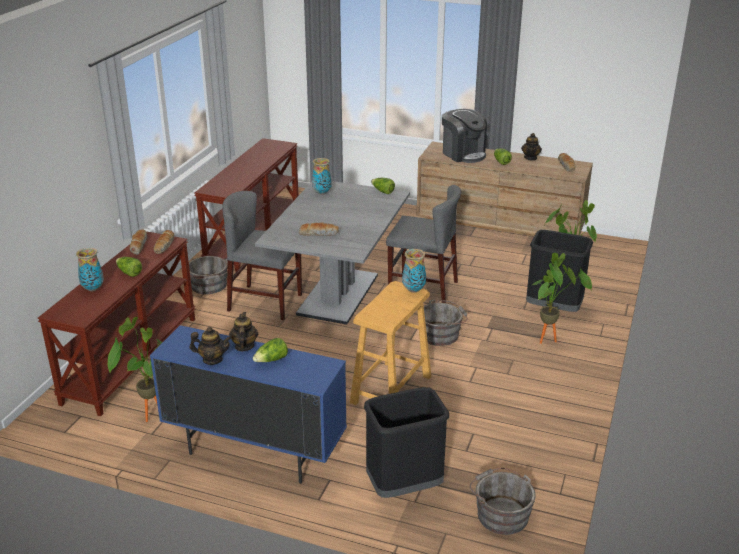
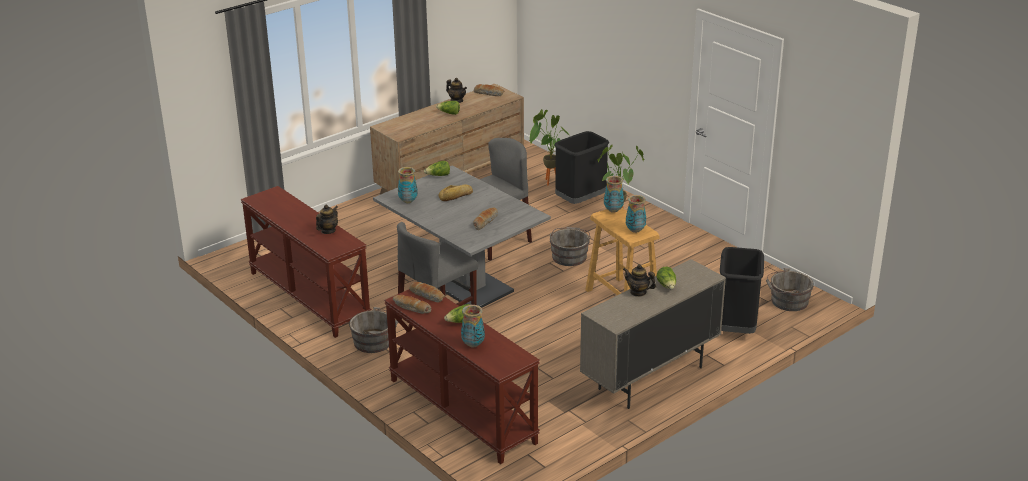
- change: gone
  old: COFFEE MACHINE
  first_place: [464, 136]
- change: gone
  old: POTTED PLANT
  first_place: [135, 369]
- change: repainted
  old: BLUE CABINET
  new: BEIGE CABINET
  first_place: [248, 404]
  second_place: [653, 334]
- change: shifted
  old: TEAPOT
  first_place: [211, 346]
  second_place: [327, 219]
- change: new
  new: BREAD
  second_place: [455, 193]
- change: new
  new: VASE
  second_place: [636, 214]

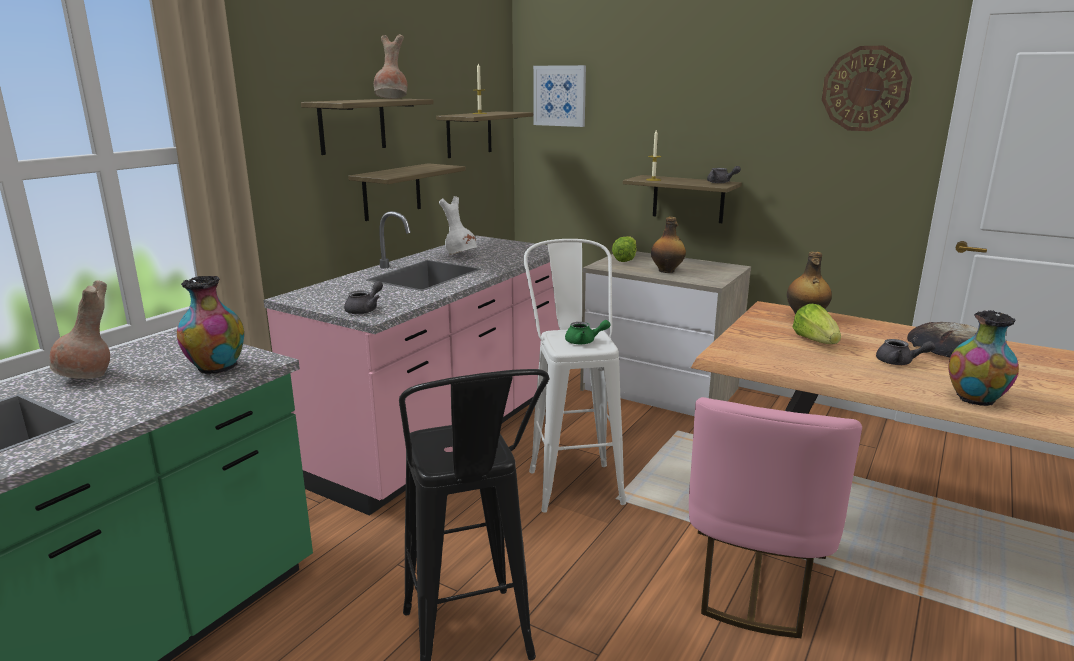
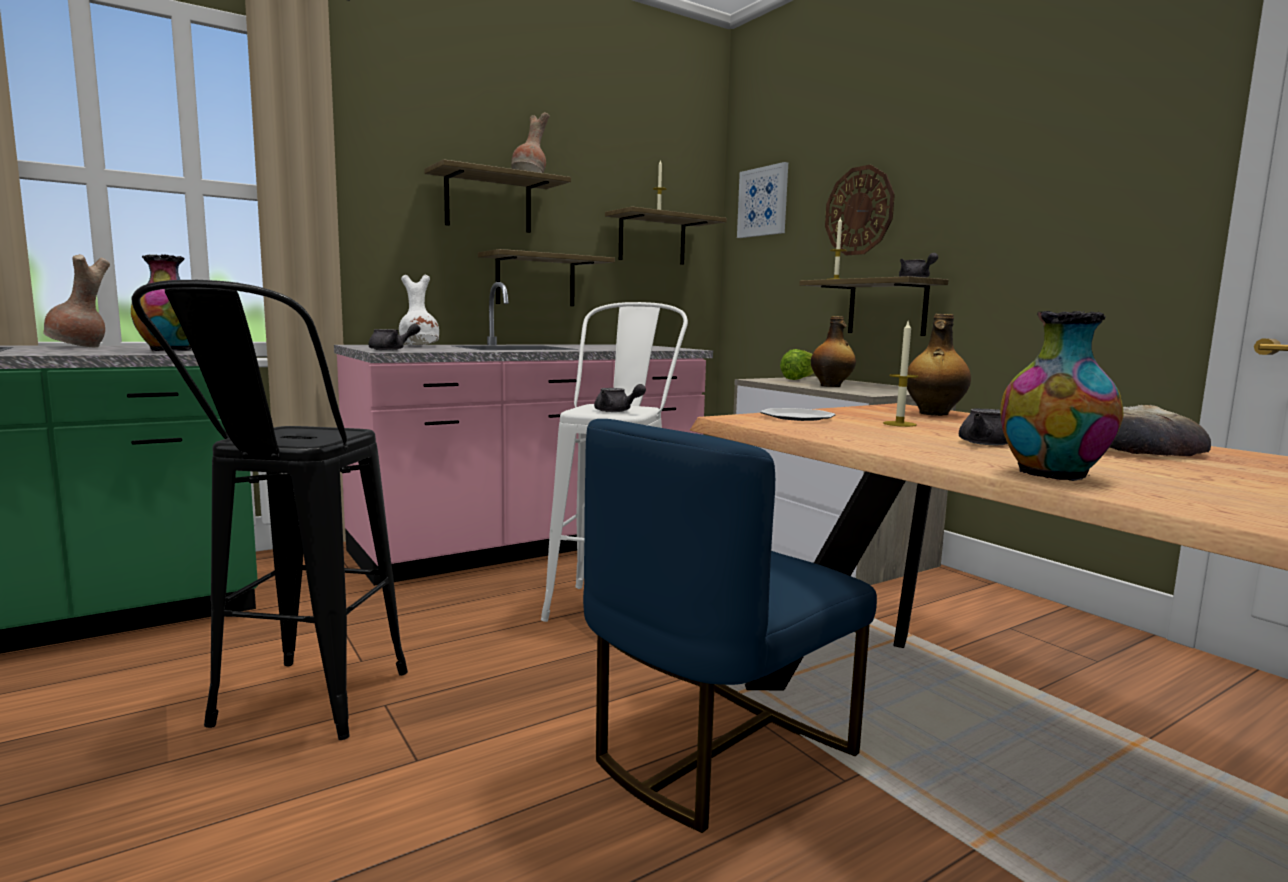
- change: shifted
  old: WALL CLOCK
  first_place: [867, 88]
  second_place: [860, 210]
- change: shifted
  old: WHITE VASE
  first_place: [458, 226]
  second_place: [419, 310]
- change: swapped
  old: LETTUCE
  new: CANDLE
  first_place: [816, 324]
  second_place: [900, 374]
- change: repainted
  old: GREEN TEAPOT
  new: GREY TEAPOT
  first_place: [587, 332]
  second_place: [620, 398]
- change: repainted
  old: PINK CHAIR
  new: BLUE CHAIR
  first_place: [775, 517]
  second_place: [730, 626]
- change: new
  new: PLATE
  second_place: [798, 414]

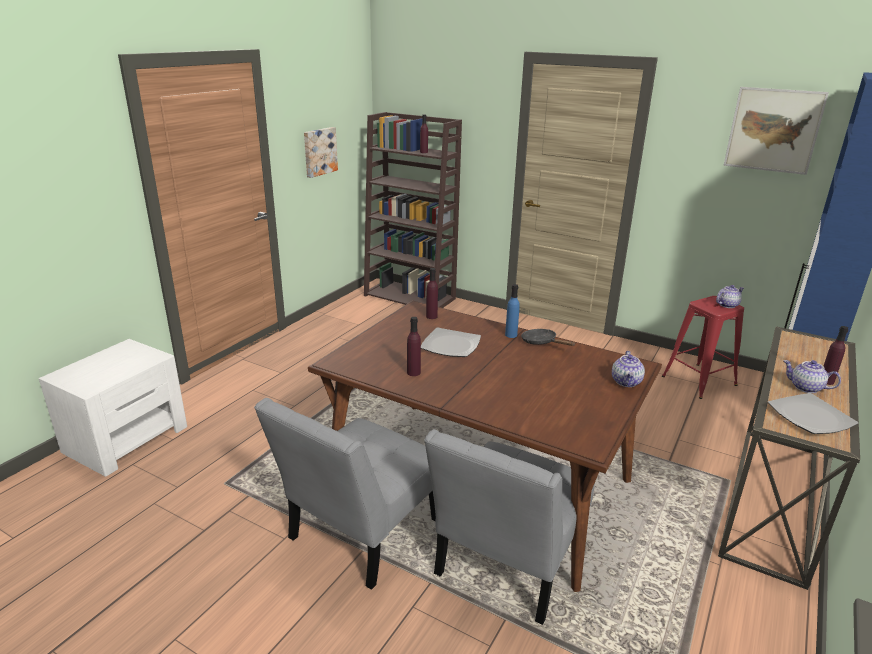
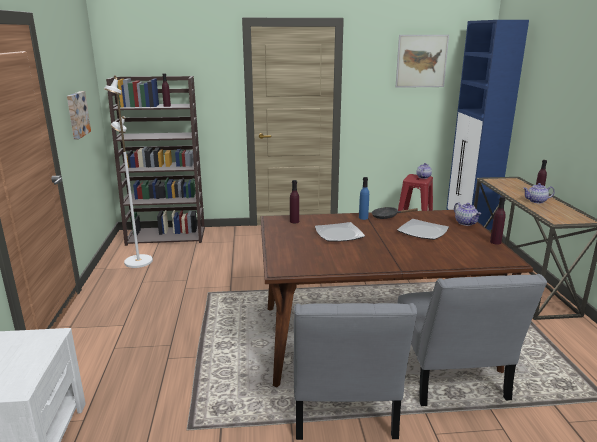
- change: shifted
  old: PURPLE BOTTLE
  first_place: [414, 346]
  second_place: [498, 221]
- change: shifted
  old: PLATE
  first_place: [813, 413]
  second_place: [423, 229]
- change: new
  new: WHITE FLOOR LAMP
  second_place: [128, 171]

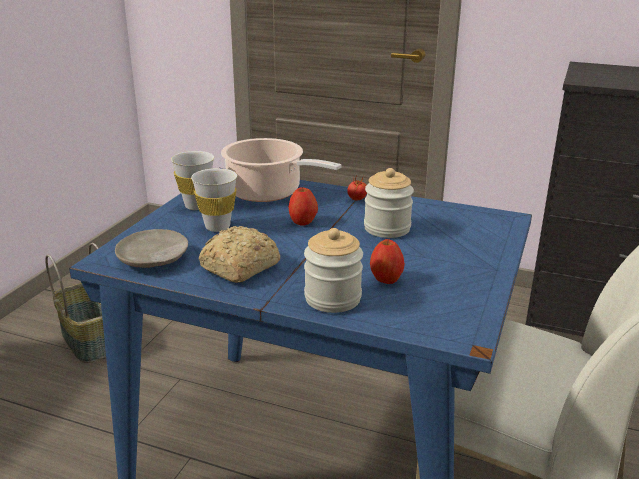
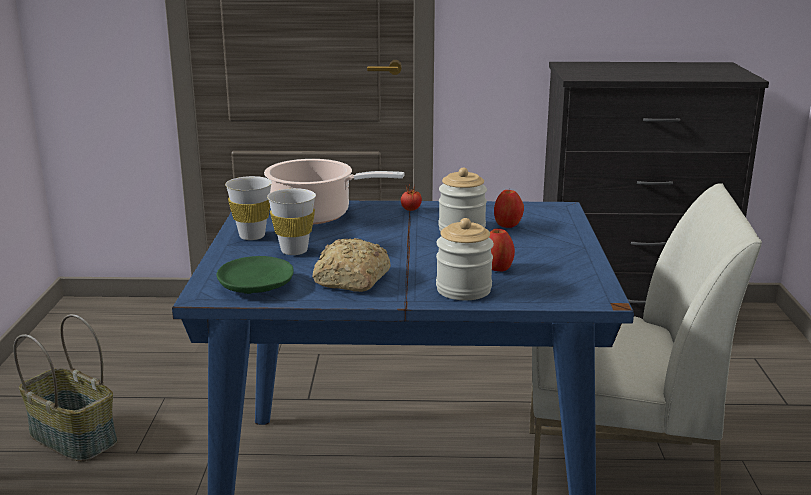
- change: shifted
  old: APPLE
  first_place: [303, 206]
  second_place: [509, 209]
- change: repainted
  old: BEIGE PLATE
  new: GREEN PLATE
  first_place: [151, 248]
  second_place: [255, 275]

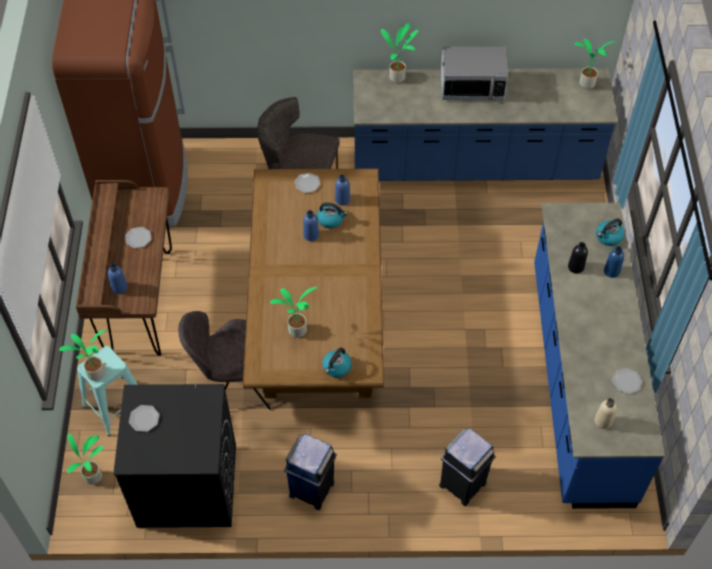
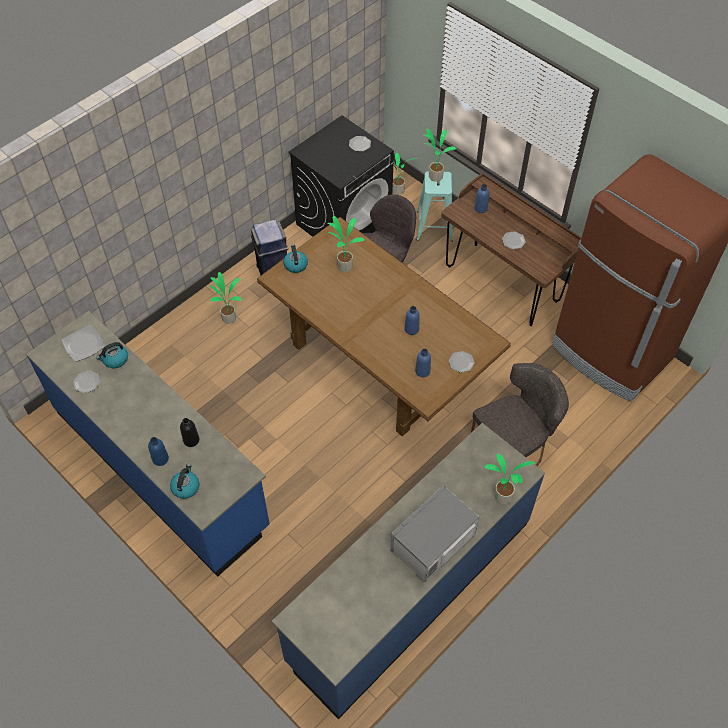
- change: shifted
  old: POTTED PLANT
  first_place: [595, 64]
  second_place: [226, 298]
- change: shifted
  old: KETTLE
  first_place: [332, 215]
  second_place: [112, 355]
- change: swapped
  old: BEIGE BOTTLE
  new: PLATE
  first_place: [606, 413]
  second_place: [83, 343]
- change: gone
  old: BLACK TRASH CAN
  first_place: [467, 467]

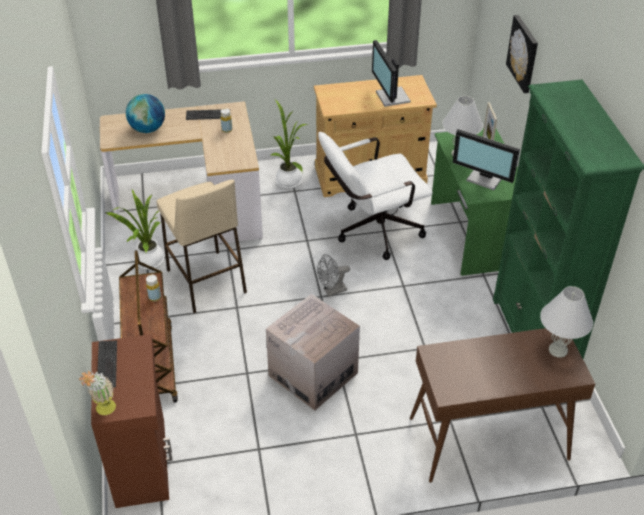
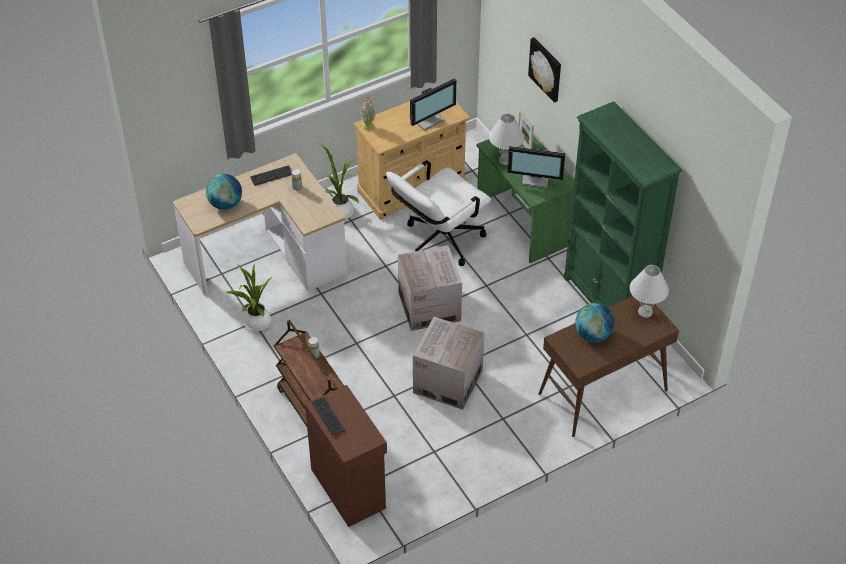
- change: rotated
  old: MONITOR
  first_place: [391, 73]
  second_place: [432, 104]
  degrees: -90
- change: gone
  old: BEIGE STOOL
  first_place: [202, 246]
- change: swapped
  old: GREY FAN
  new: CARDBOARD BOX
  first_place: [333, 275]
  second_place: [430, 288]
- change: shifted
  old: POTTED PLANT
  first_place: [97, 392]
  second_place: [368, 114]
- change: new
  new: GLOBE
  second_place: [595, 322]

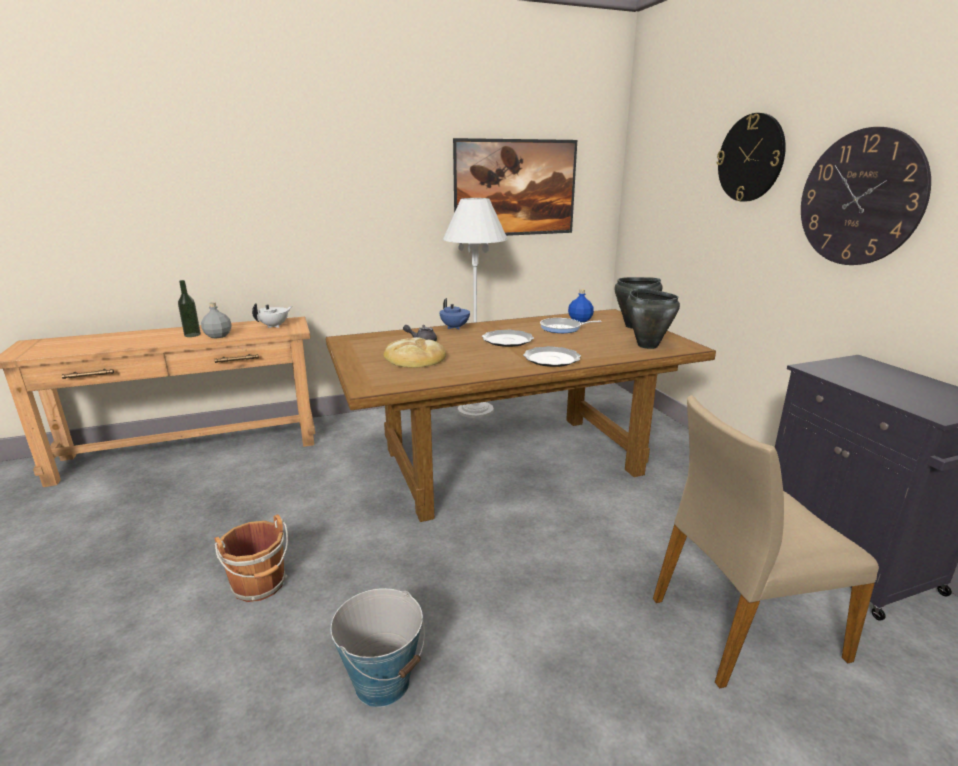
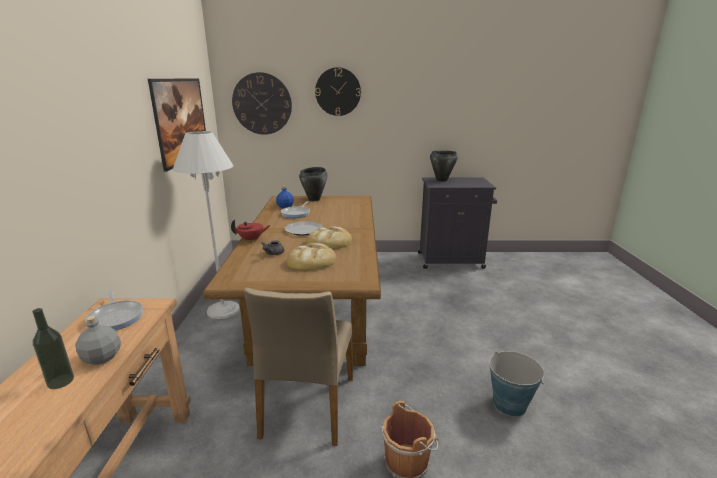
- change: shifted
  old: WALL CLOCK
  first_place: [866, 196]
  second_place: [262, 103]
- change: shifted
  old: BLACK COOKING POT
  first_place: [653, 319]
  second_place: [444, 166]
- change: repainted
  old: BLUE TEAPOT
  new: RED TEAPOT
  first_place: [454, 314]
  second_place: [251, 229]
- change: swapped
  old: WHITE TEAPOT
  new: FRYING PAN
  first_place: [272, 315]
  second_place: [114, 310]
- change: gone
  old: PLATE
  first_place: [552, 356]
- change: shifted
  old: BEIGE CHAIR
  first_place: [766, 542]
  second_place: [298, 367]
- change: new
  new: BREAD
  second_place: [329, 237]

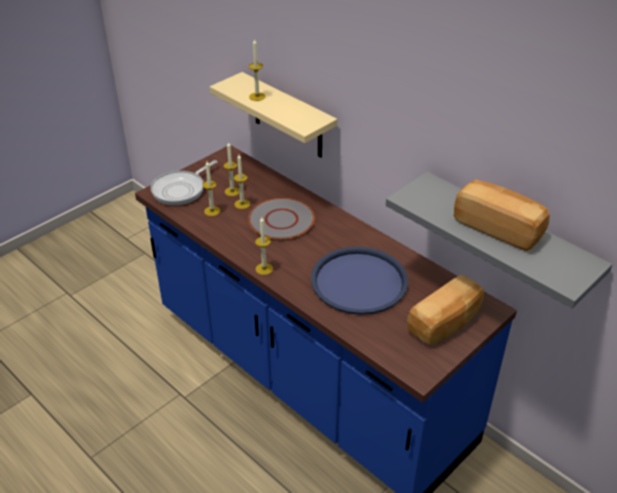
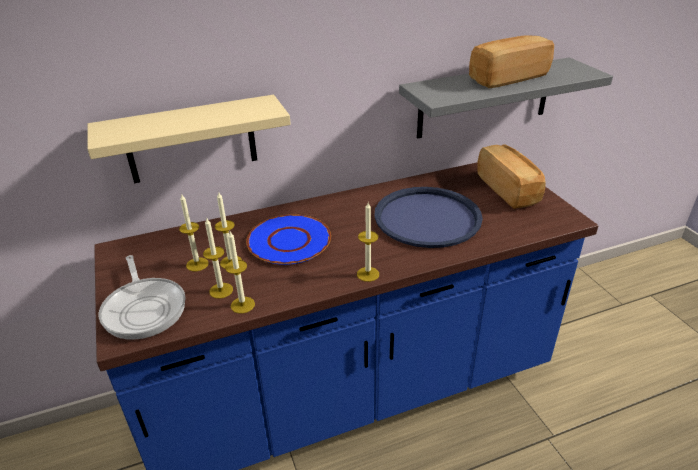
- change: shifted
  old: CANDLE
  first_place: [257, 69]
  second_place: [240, 272]
- change: repainted
  old: GREY PLATE
  new: BLUE PLATE
  first_place: [281, 218]
  second_place: [288, 239]

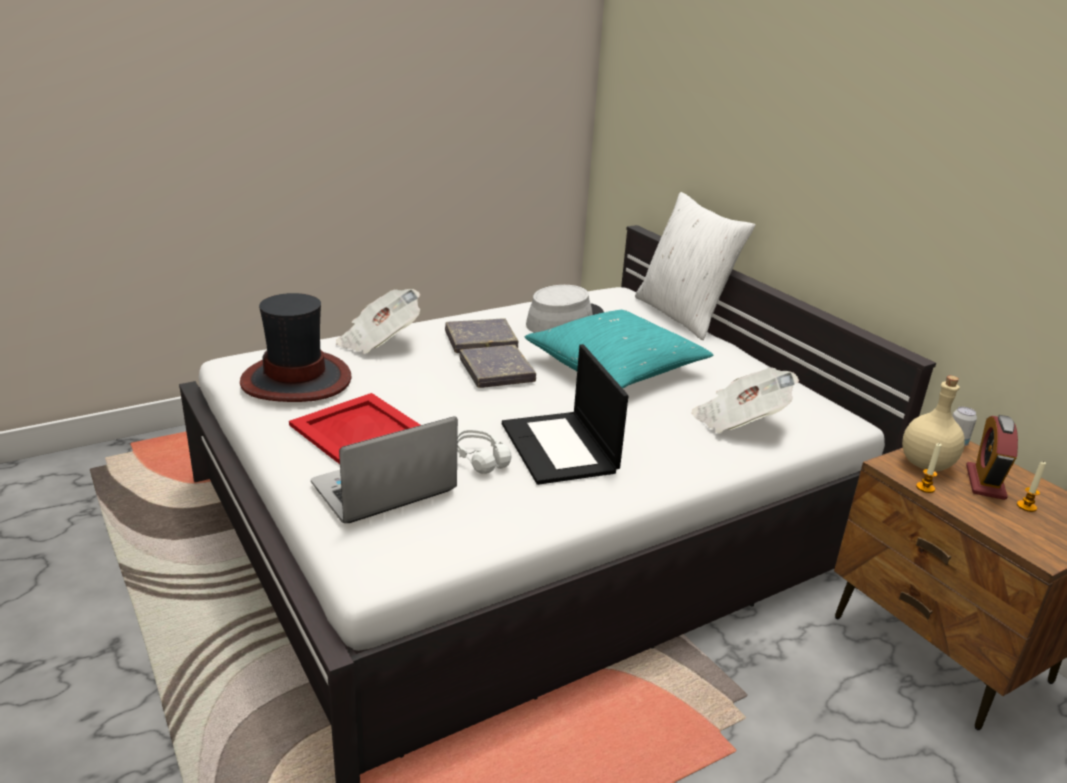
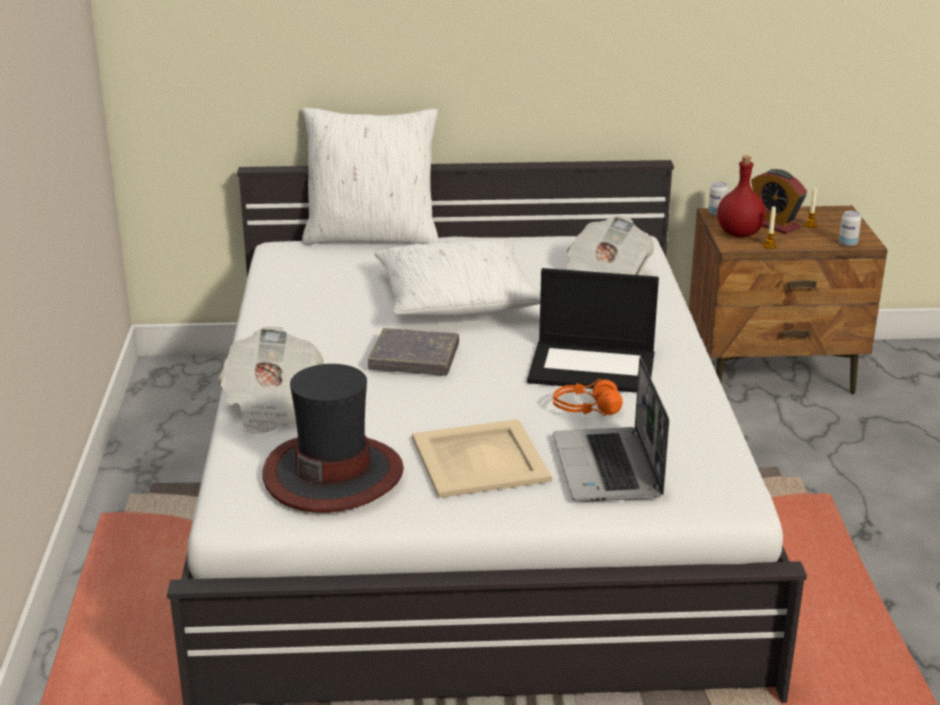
- change: gone
  old: GREY HAT
  first_place: [565, 309]
- change: repainted
  old: TURQUOISE PILLOW
  new: WHITE PILLOW
  first_place: [619, 349]
  second_place: [457, 278]
- change: gone
  old: GREY BOOK
  first_place: [481, 335]
- change: repainted
  old: BEIGE BOTTLE
  new: RED BOTTLE
  first_place: [933, 423]
  second_place: [741, 196]
- change: repainted
  old: RED TRAY
  new: BEIGE TRAY
  first_place: [354, 428]
  second_place: [482, 458]
- change: repainted
  old: WHITE HEADPHONES
  new: ORANGE HEADPHONES
  first_place: [484, 452]
  second_place: [588, 397]
- change: new
  new: CAN
  second_place: [850, 229]

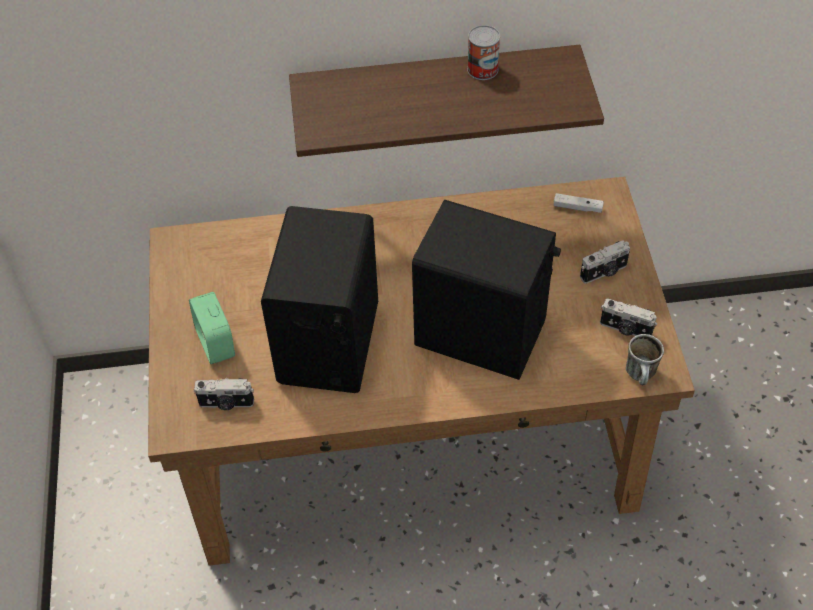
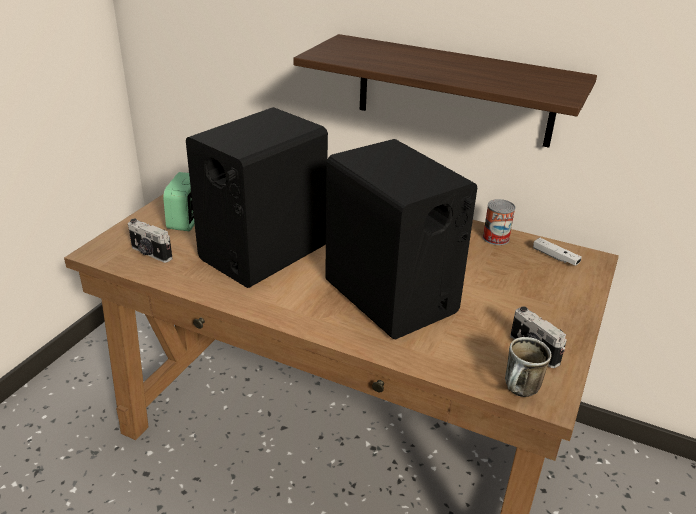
- change: shifted
  old: CAN
  first_place: [483, 52]
  second_place: [499, 222]
- change: gone
  old: PHOTO CAMERA
  first_place: [605, 261]

